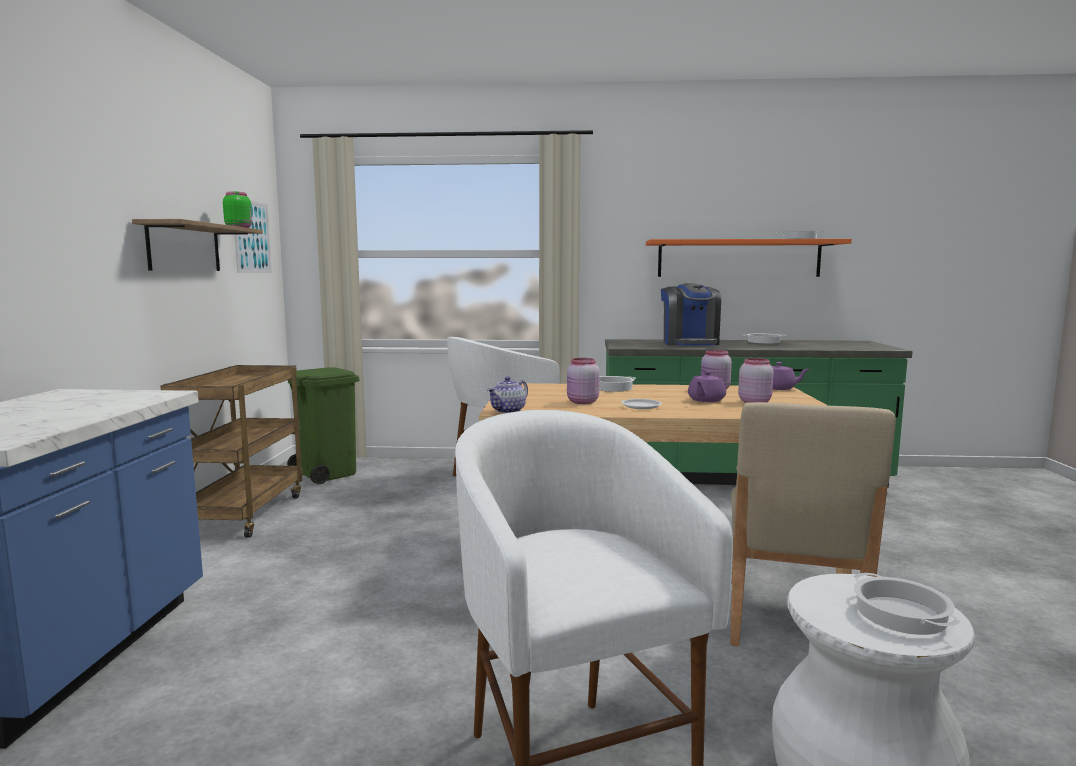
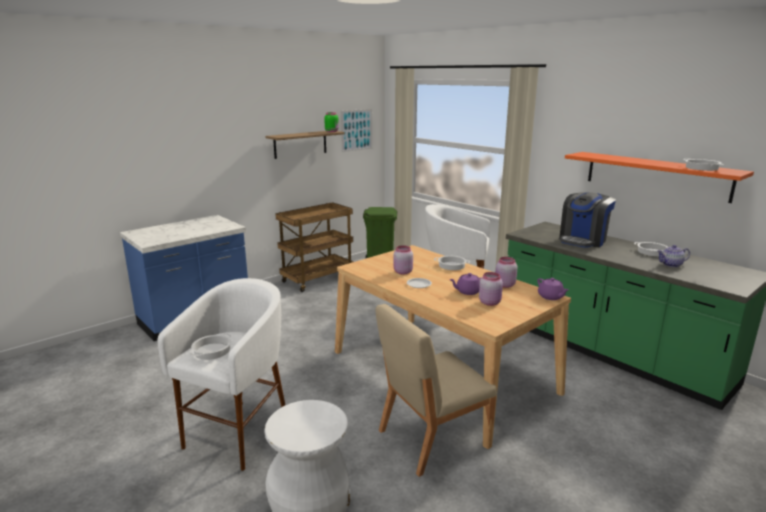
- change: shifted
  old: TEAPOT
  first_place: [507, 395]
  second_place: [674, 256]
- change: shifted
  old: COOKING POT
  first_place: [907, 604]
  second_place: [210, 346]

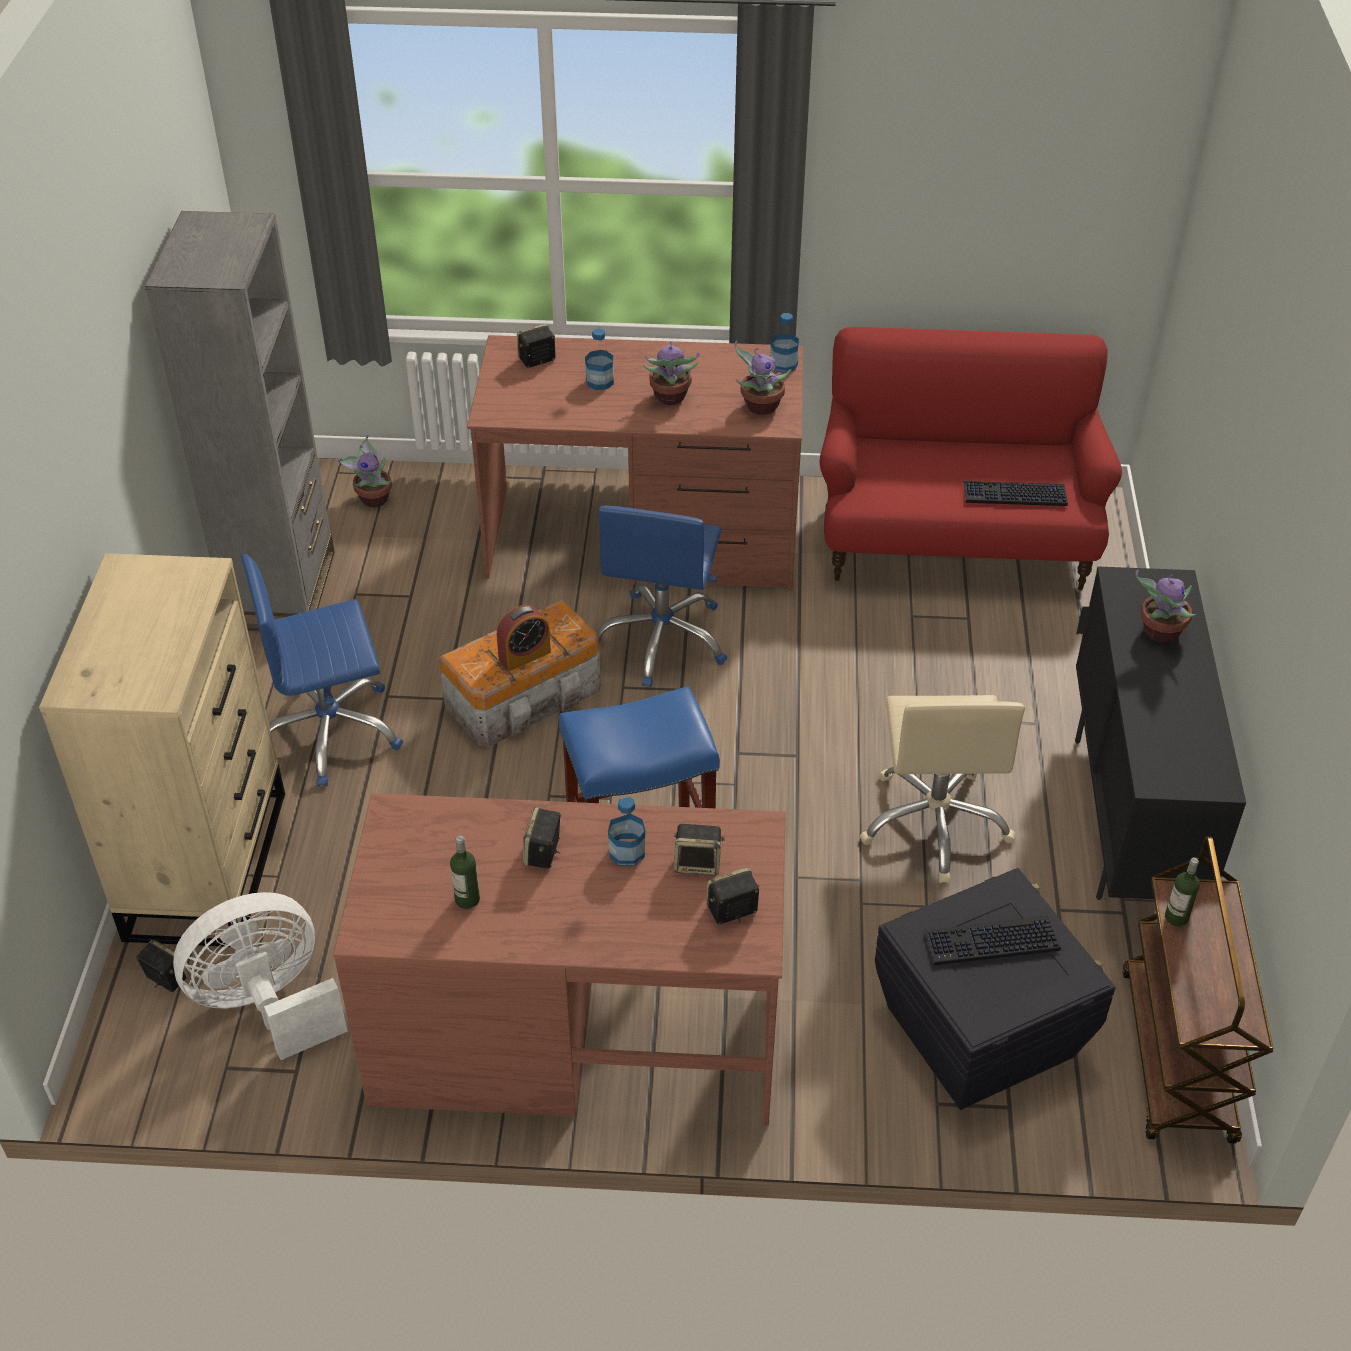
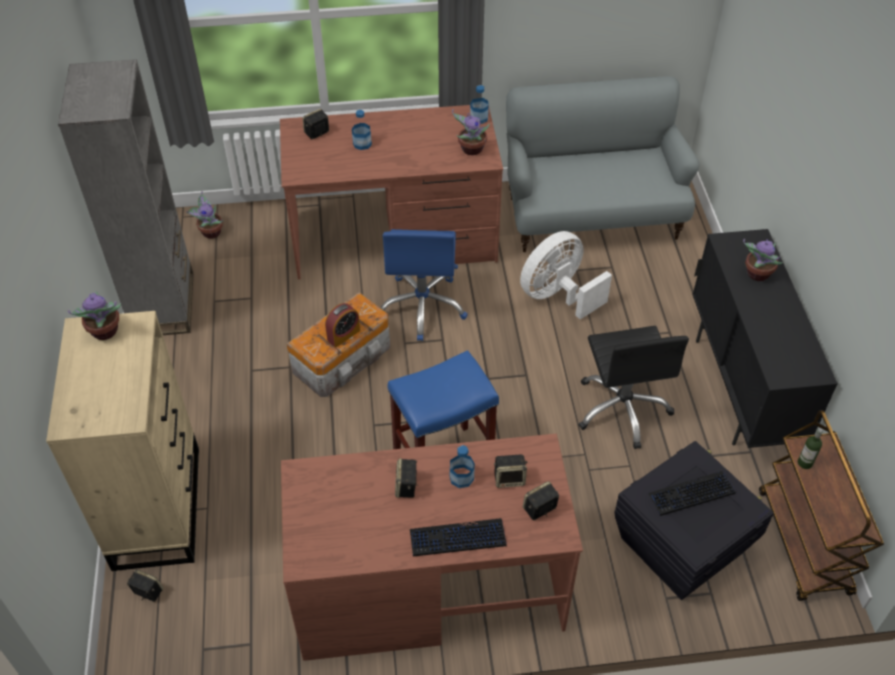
- change: repainted
  old: RED SOFA
  new: GREY SOFA
  first_place: [970, 459]
  second_place: [602, 164]
- change: shifted
  old: POTTED PLANT
  first_place: [671, 373]
  second_place: [94, 315]
- change: shifted
  old: KEYBOARD
  first_place: [1015, 493]
  second_place: [458, 537]
- change: gone
  old: BLUE OFFICE CHAIR
  first_place: [322, 670]
- change: repainted
  old: BEIGE OFFICE CHAIR
  new: BLACK OFFICE CHAIR
  first_place: [942, 789]
  second_place: [634, 387]
- change: gone
  old: BOTTLE
  first_place: [465, 872]
- change: shifted
  old: WHITE FAN
  first_place: [260, 976]
  second_place: [566, 275]

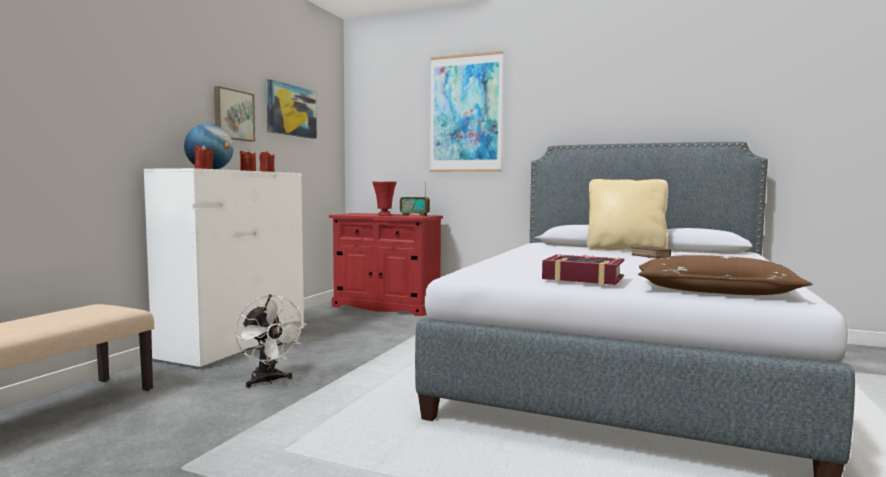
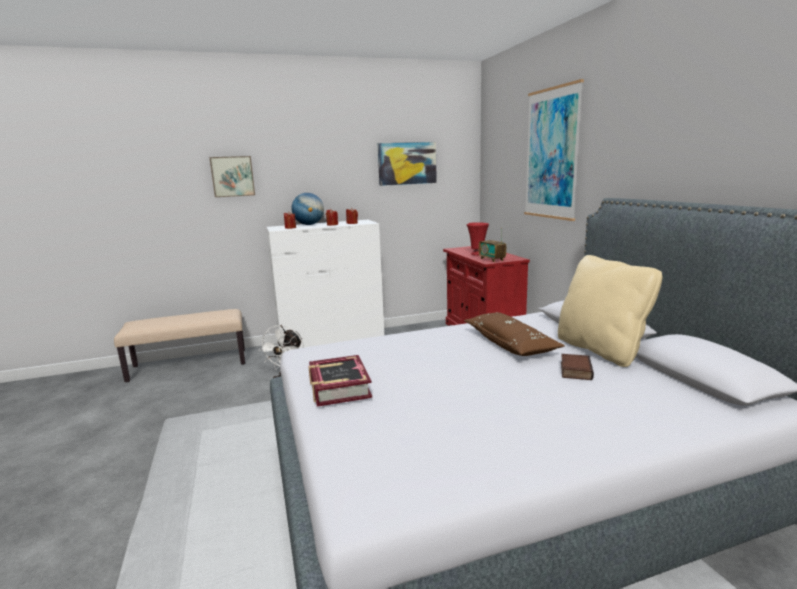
- change: shifted
  old: PICTURE
  first_place: [234, 114]
  second_place: [232, 176]
- change: shifted
  old: BROWN PILLOW
  first_place: [725, 275]
  second_place: [514, 334]

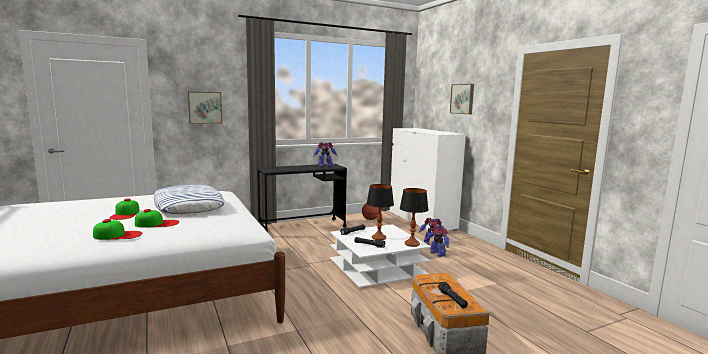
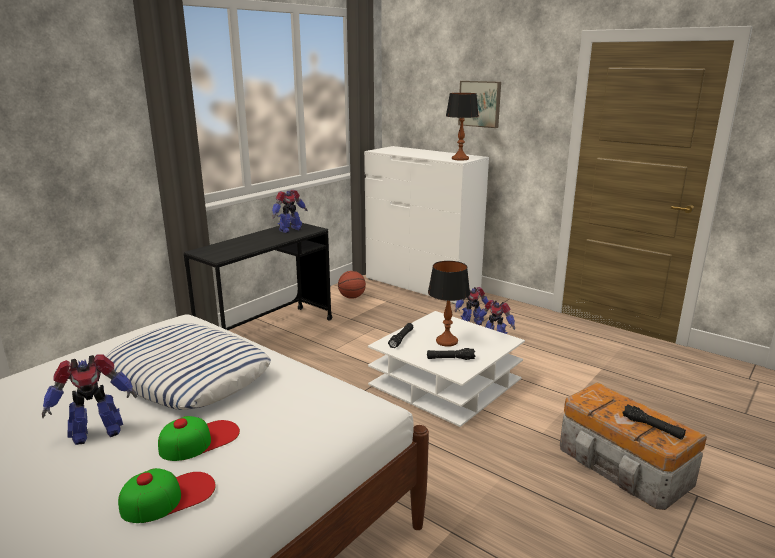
- change: gone
  old: PICTURE
  first_place: [205, 107]
- change: shifted
  old: TABLE LAMP
  first_place: [414, 217]
  second_place: [462, 127]
- change: swapped
  old: CAP
  new: TOY ROBOT
  first_place: [124, 209]
  second_place: [89, 399]

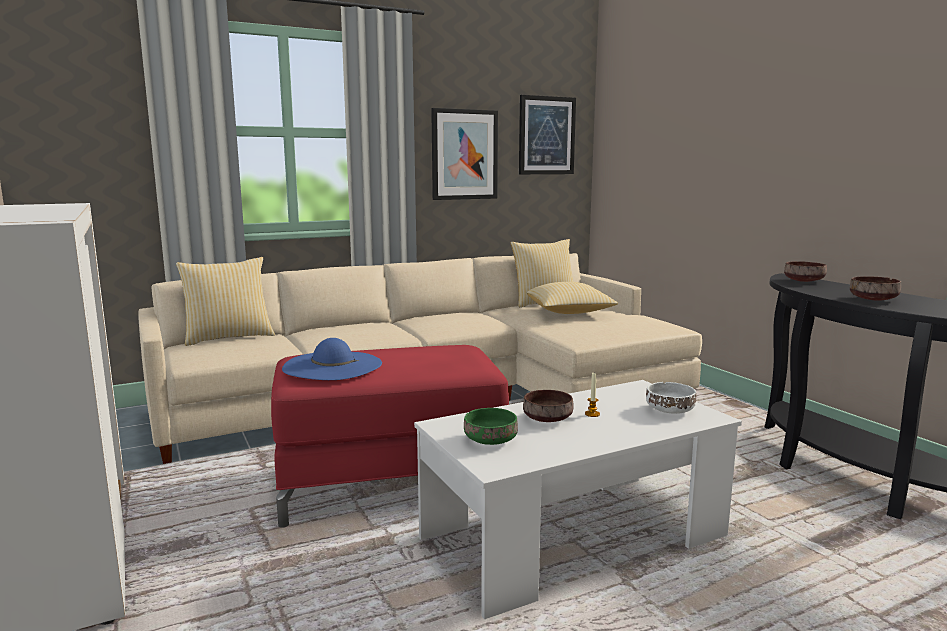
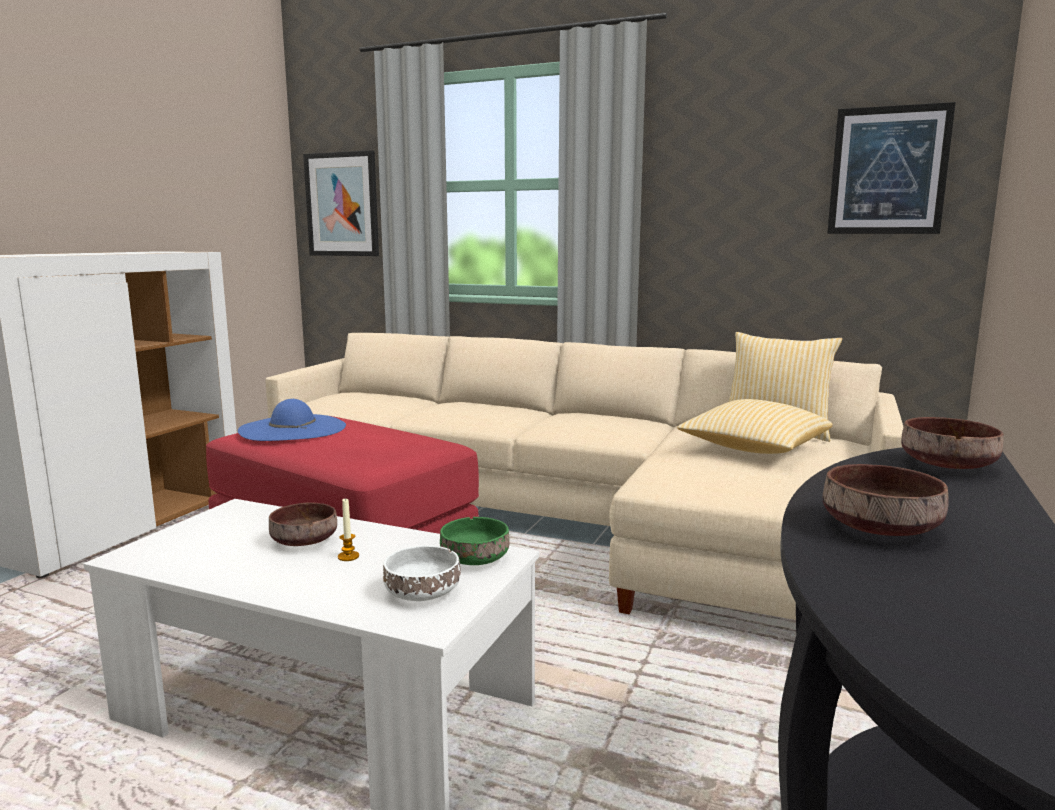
- change: shifted
  old: PICTURE
  first_place: [464, 154]
  second_place: [341, 203]
- change: gone
  old: PILLOW
  first_place: [225, 301]
- change: shifted
  old: GREEN BOWL
  first_place: [491, 426]
  second_place: [475, 541]

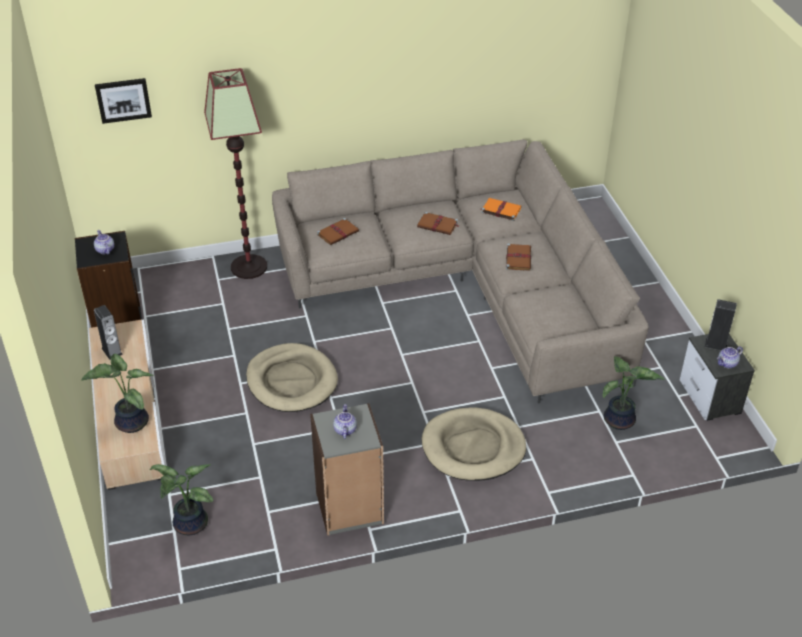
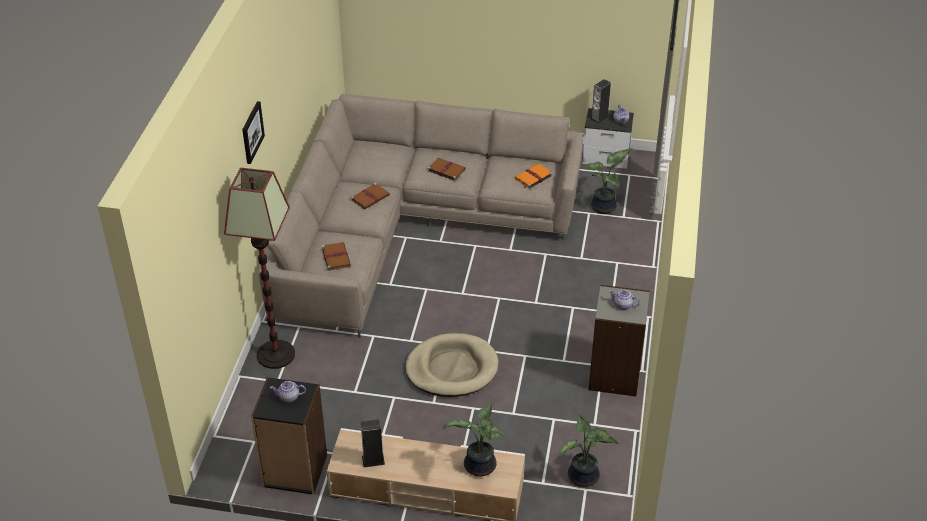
- change: shifted
  old: PICTURE
  first_place: [123, 101]
  second_place: [253, 132]
- change: shifted
  old: ORANGE BOOK
  first_place: [501, 209]
  second_place: [534, 176]
- change: gone
  old: BEIGE DOG BED
  first_place: [473, 444]

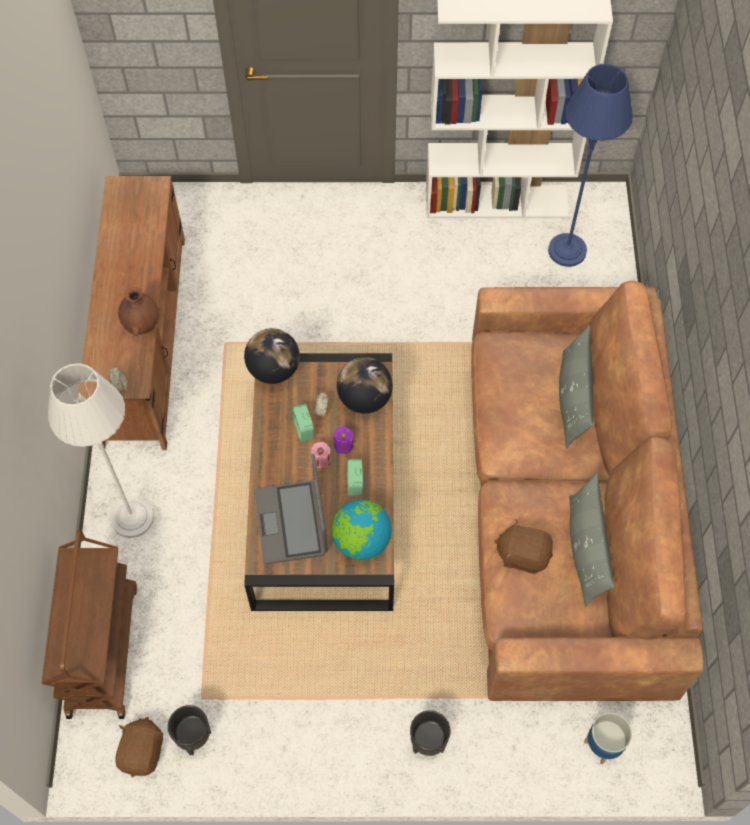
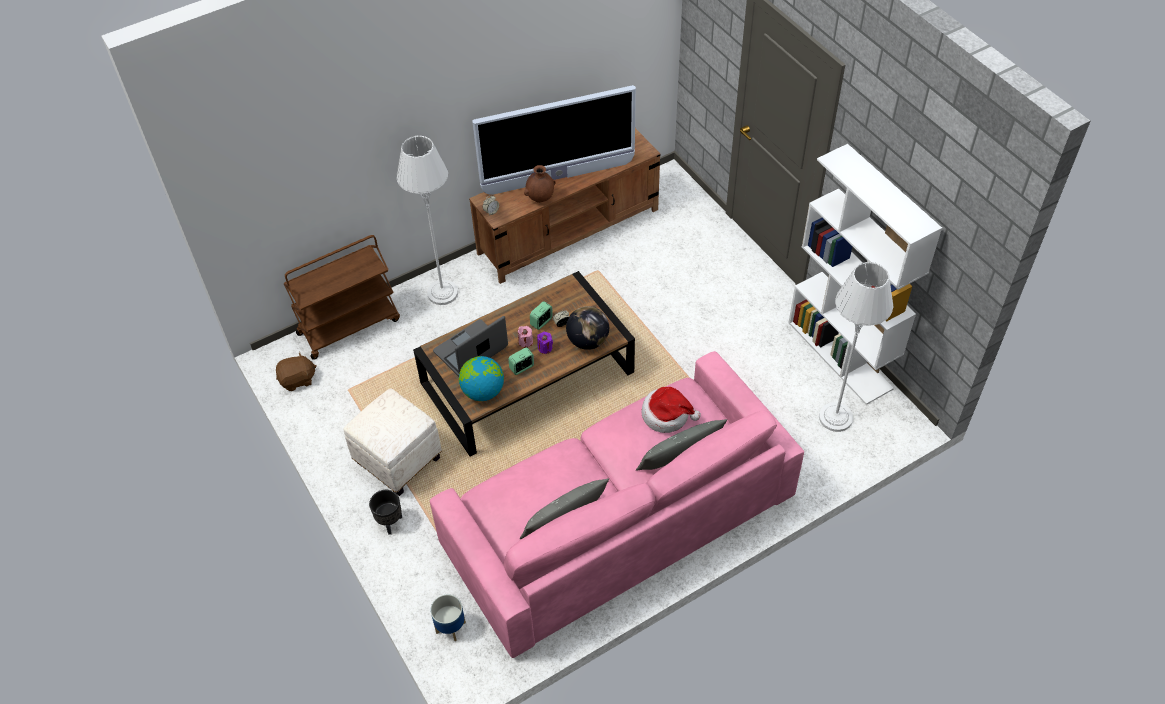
- change: repainted
  old: BLUE FLOOR LAMP
  new: WHITE FLOOR LAMP
  first_place: [590, 165]
  second_place: [856, 347]
- change: repainted
  old: BROWN SOFA
  new: PINK SOFA
  first_place: [587, 491]
  second_place: [617, 504]
- change: gone
  old: GLOBE
  first_place: [272, 356]
- change: gone
  old: BROWN PLUSH TOY
  first_place: [523, 546]
- change: gone
  old: BLACK PLANTER
  first_place: [189, 730]
- change: new
  new: TELEVISION
  second_place: [554, 140]
- change: new
  new: HAT
  second_place: [671, 410]
- change: new
  new: WHITE OTTOMAN
  second_place: [392, 442]

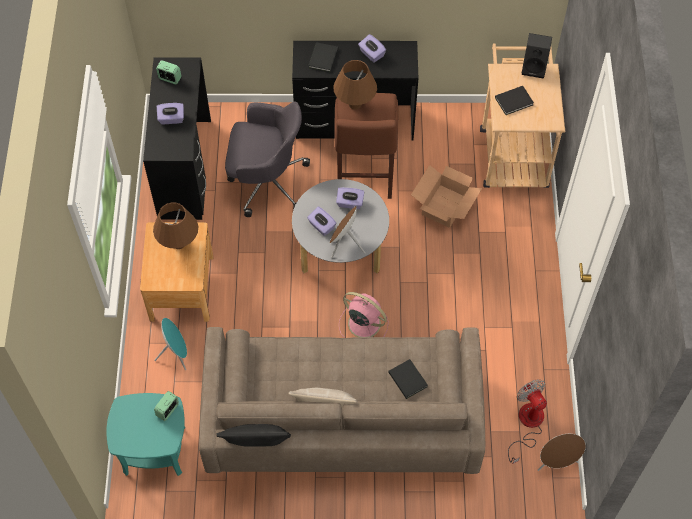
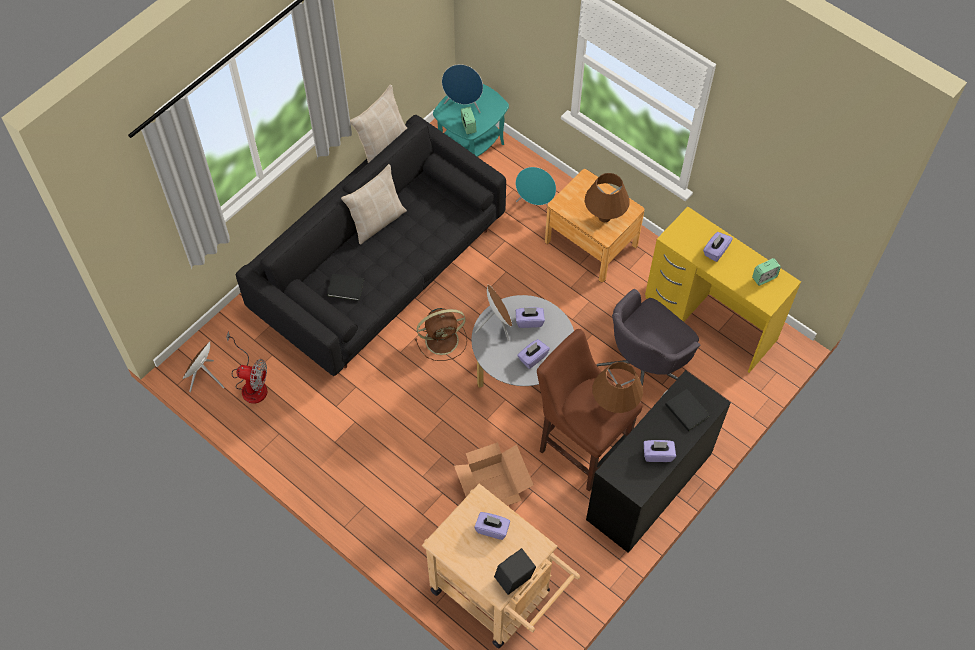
- change: repainted
  old: BLACK DESK
  new: YELLOW DESK
  first_place: [177, 138]
  second_place: [723, 290]
- change: swapped
  old: BLACK BOOK
  new: PURPLE TISSUE BOX
  first_place: [514, 100]
  second_place: [492, 526]
- change: repainted
  old: PINK FAN
  new: BROWN FAN
  first_place: [364, 315]
  second_place: [441, 334]
- change: repainted
  old: BEIGE SOFA
  new: BLACK SOFA
  first_place: [342, 400]
  second_place: [371, 245]
- change: repainted
  old: BLACK PILLOW
  new: BEIGE PILLOW
  first_place: [253, 435]
  second_place: [378, 124]
- change: new
  new: BLUE SPEAKER
  second_place: [462, 88]

